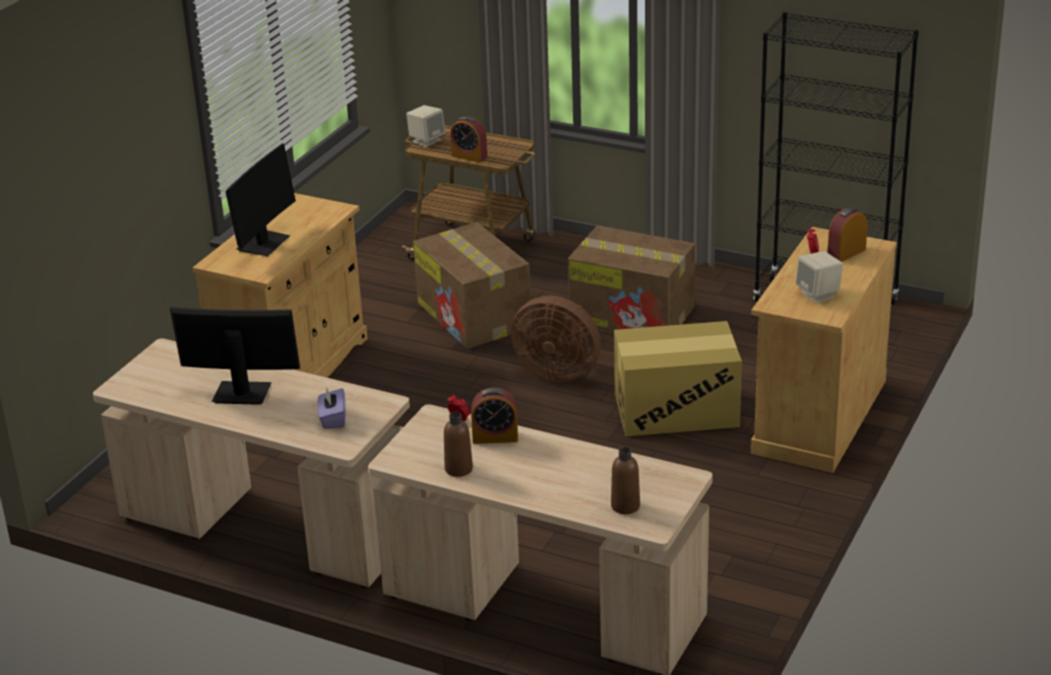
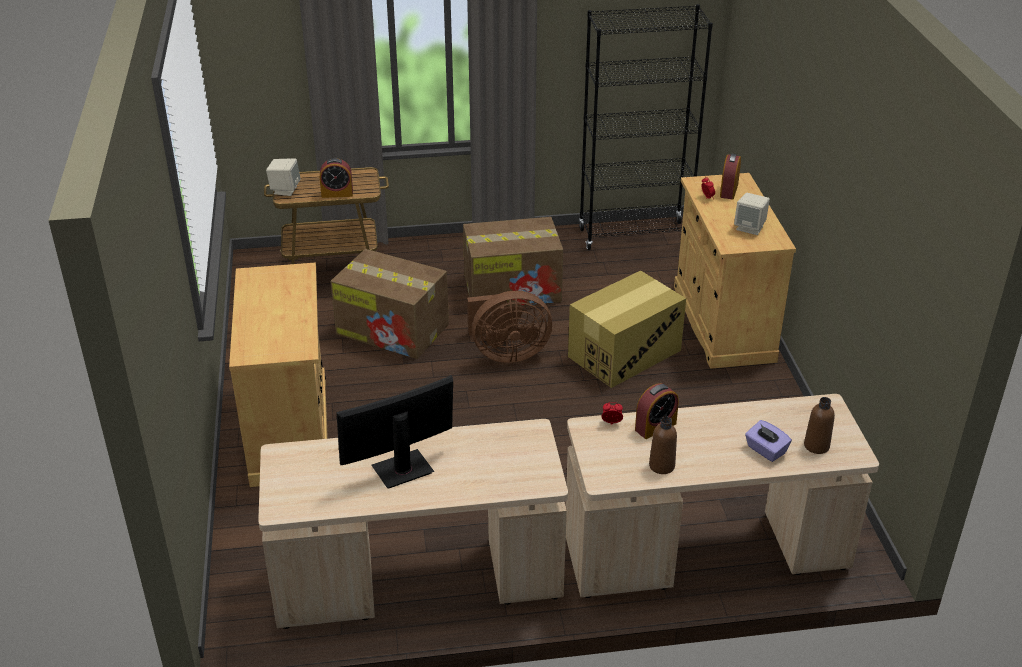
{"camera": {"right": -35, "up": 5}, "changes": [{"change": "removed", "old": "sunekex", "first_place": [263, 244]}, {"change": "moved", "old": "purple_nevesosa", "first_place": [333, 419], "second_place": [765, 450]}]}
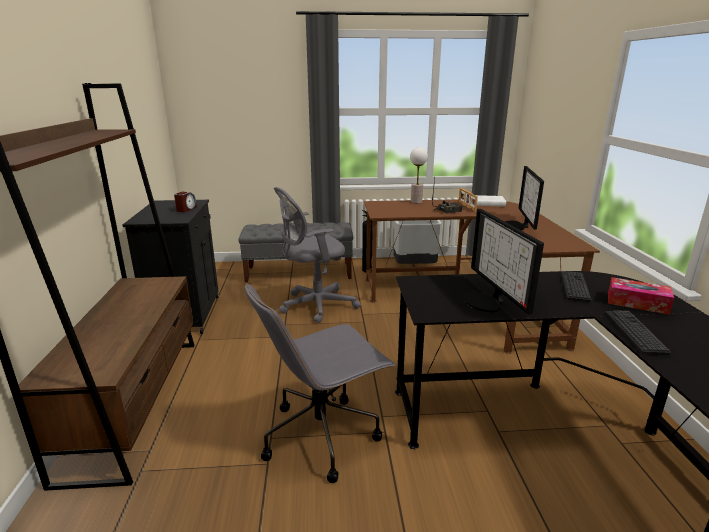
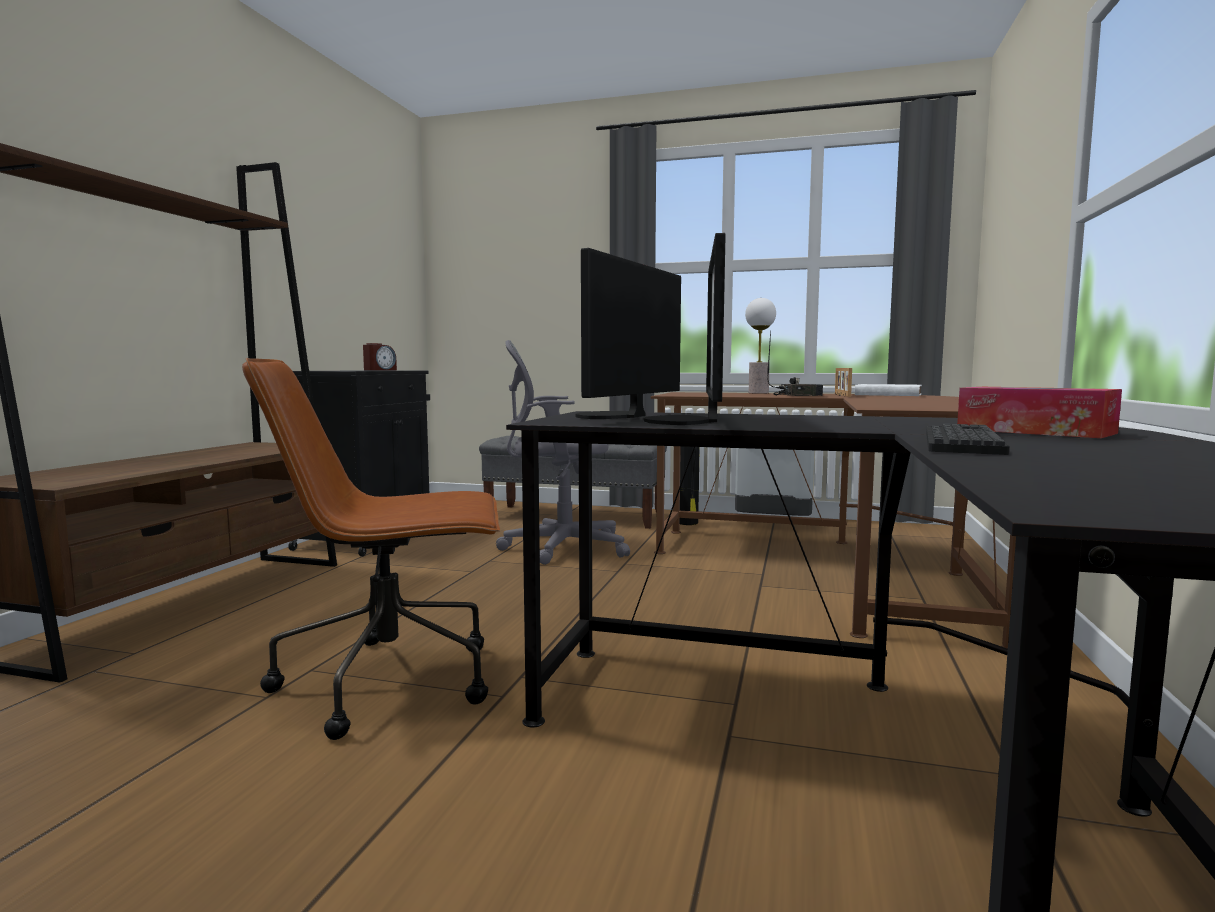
{"camera": {"right": 20, "up": -15}, "changes": [{"change": "removed", "old": "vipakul", "first_place": [575, 287]}, {"change": "moved", "old": "sunekex", "first_place": [517, 226], "second_place": [616, 416]}, {"change": "recoloured", "old": "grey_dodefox", "new": "brown_dodefox", "first_place": [322, 435], "second_place": [393, 680]}]}
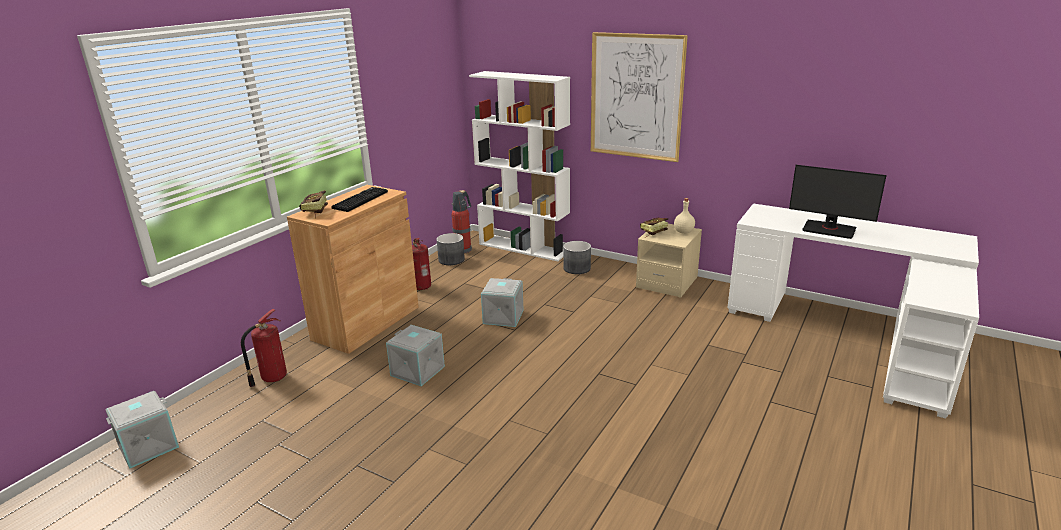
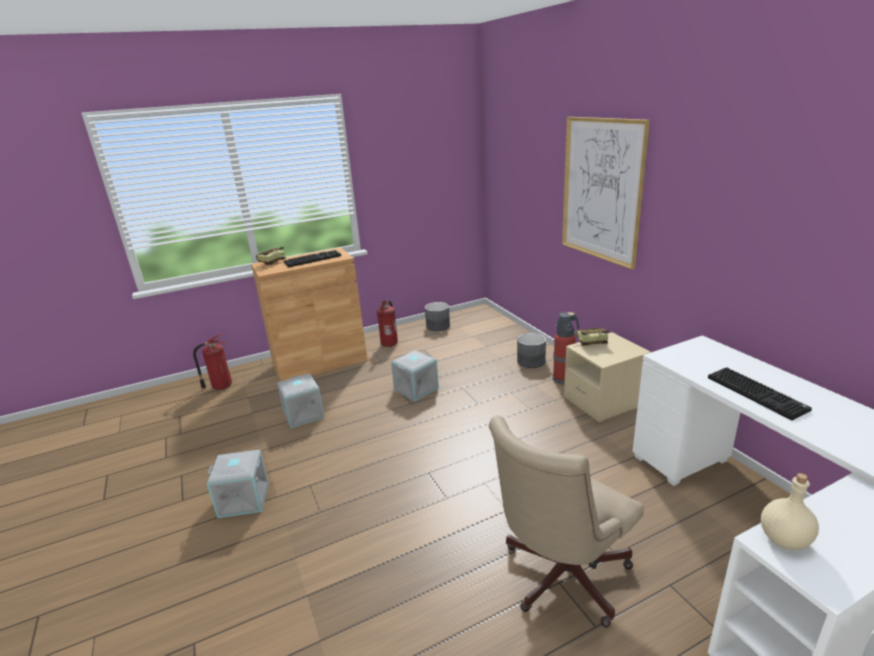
{"camera": {"right": 35, "up": 0}, "changes": [{"change": "removed", "old": "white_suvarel", "first_place": [524, 248]}, {"change": "added", "new": "beige_dodefox", "second_place": [559, 578]}, {"change": "moved", "old": "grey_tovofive", "first_place": [148, 445], "second_place": [244, 498]}, {"change": "moved", "old": "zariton", "first_place": [463, 249], "second_place": [564, 379]}, {"change": "moved", "old": "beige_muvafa", "first_place": [683, 232], "second_place": [783, 540]}, {"change": "replaced", "old": "sunekex", "new": "vipakul", "first_place": [829, 229], "second_place": [758, 393]}]}
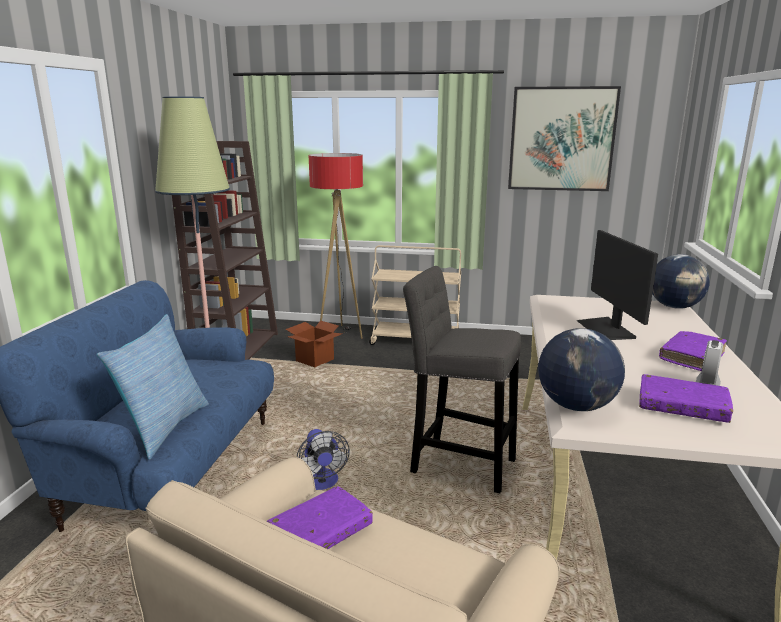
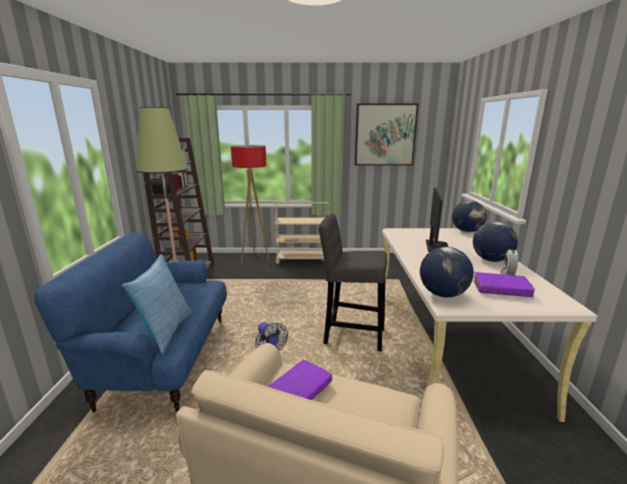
{"camera": {"right": -10, "up": 0}, "changes": [{"change": "removed", "old": "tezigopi", "first_place": [315, 360]}, {"change": "replaced", "old": "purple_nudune", "new": "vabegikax", "first_place": [691, 357], "second_place": [491, 260]}, {"change": "turned", "old": "sunekex", "first_place": [606, 329], "second_place": [436, 246], "degrees": -150}]}
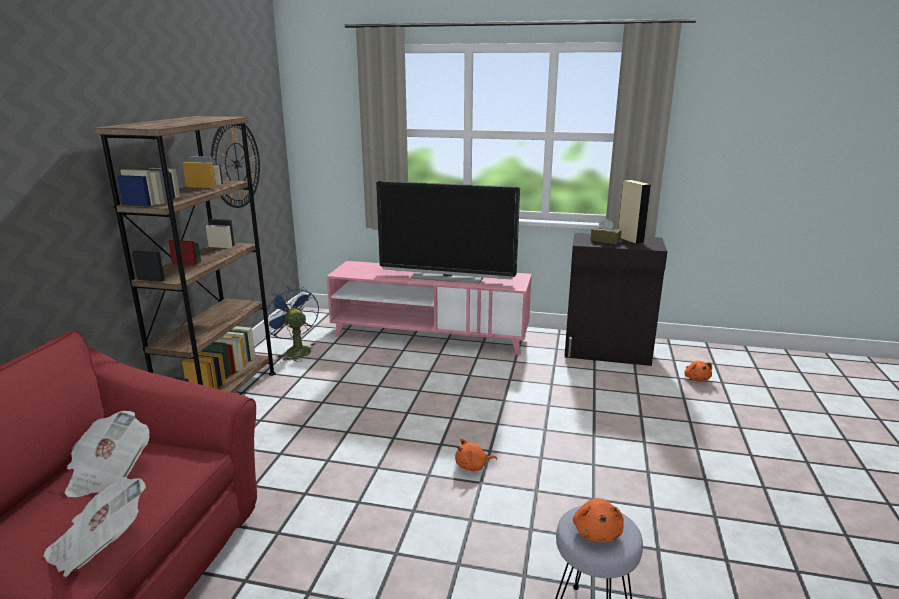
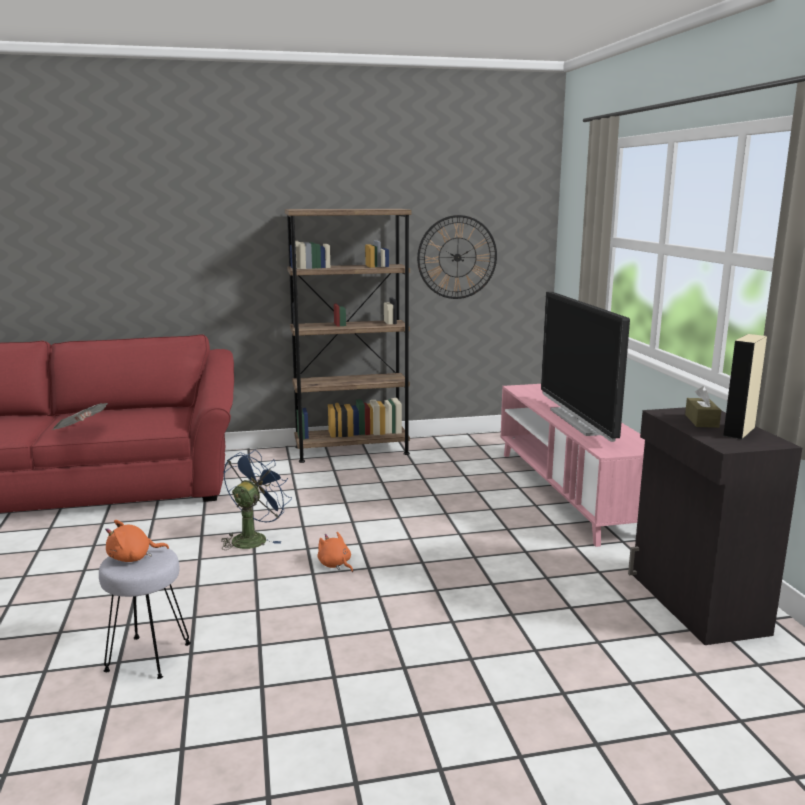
{"camera": {"right": 65, "up": -5}, "changes": [{"change": "removed", "old": "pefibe", "first_place": [108, 472]}, {"change": "removed", "old": "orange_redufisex", "first_place": [696, 379]}, {"change": "moved", "old": "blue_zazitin", "first_place": [295, 350], "second_place": [253, 538]}]}
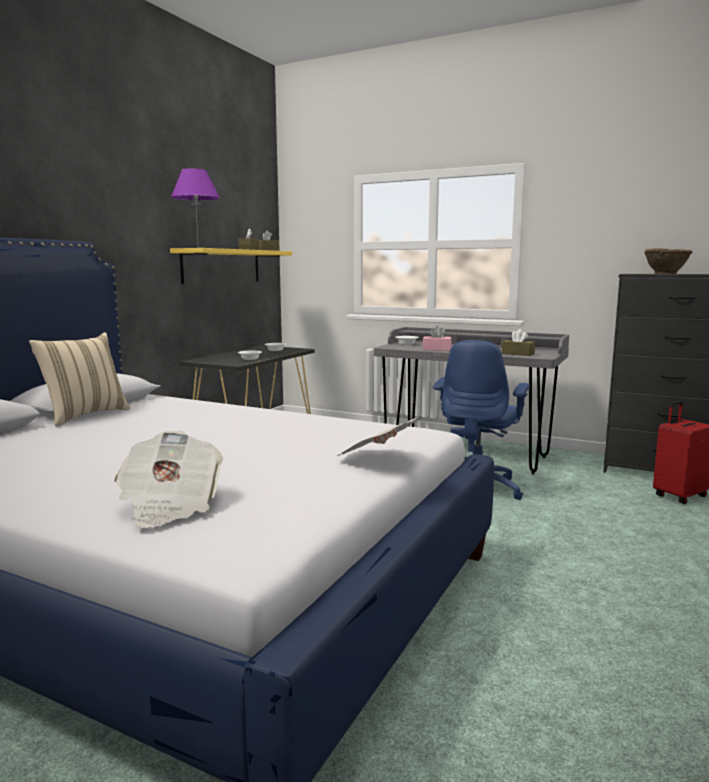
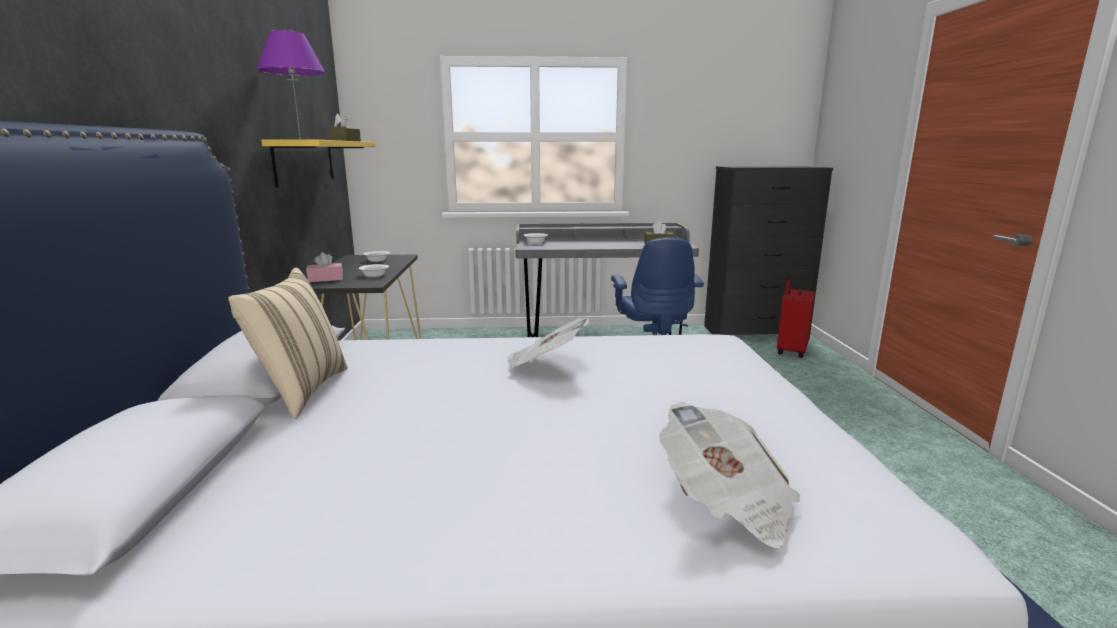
{"camera": {"right": -30, "up": 5}, "changes": [{"change": "removed", "old": "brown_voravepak", "first_place": [665, 273]}, {"change": "moved", "old": "pefibe", "first_place": [378, 459], "second_place": [544, 364]}, {"change": "moved", "old": "pink_nevesosa", "first_place": [436, 349], "second_place": [325, 279]}]}
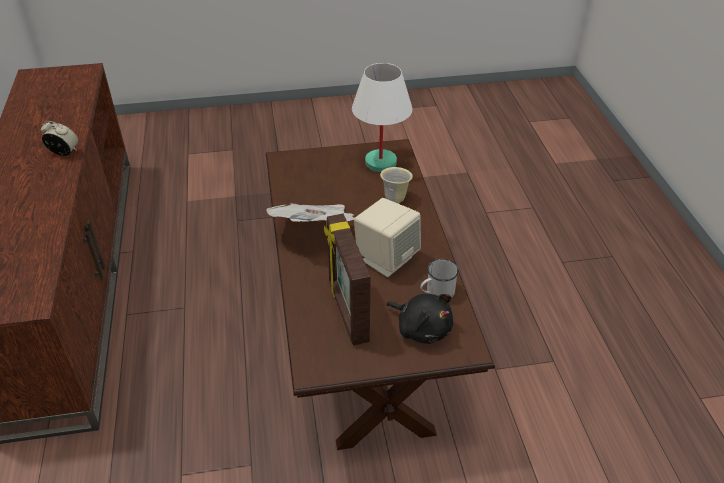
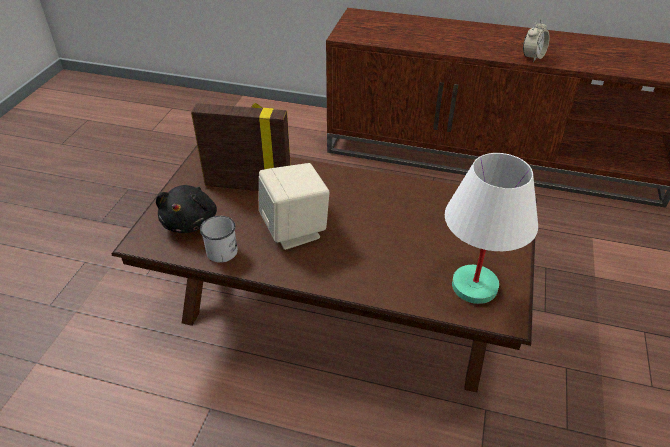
{"camera": {"right": 115, "up": 0}, "changes": [{"change": "removed", "old": "pefibe", "first_place": [316, 230]}, {"change": "removed", "old": "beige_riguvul", "first_place": [395, 198]}, {"change": "turned", "old": "black_redufisex", "first_place": [422, 328], "second_place": [191, 222], "degrees": -60}]}
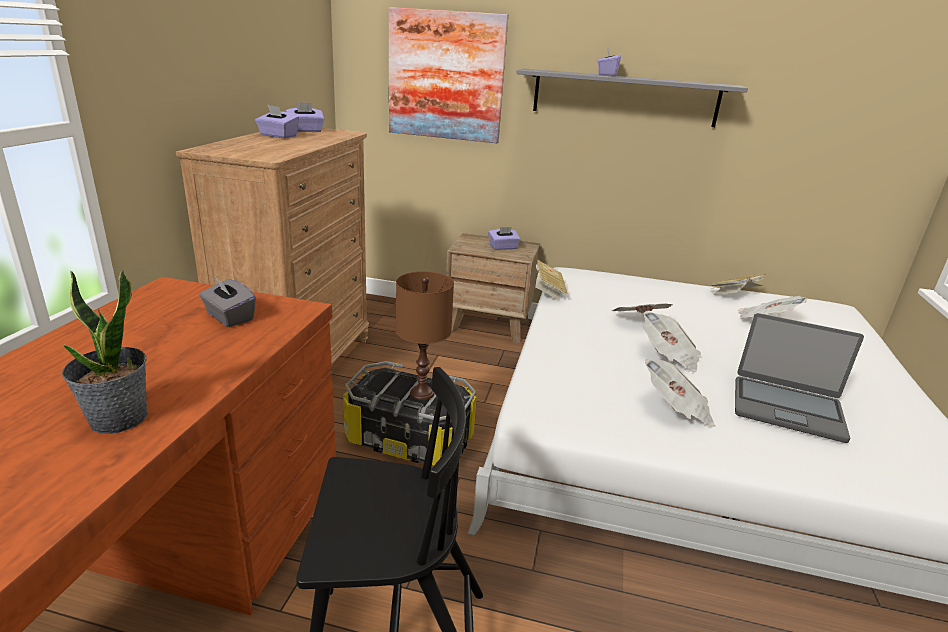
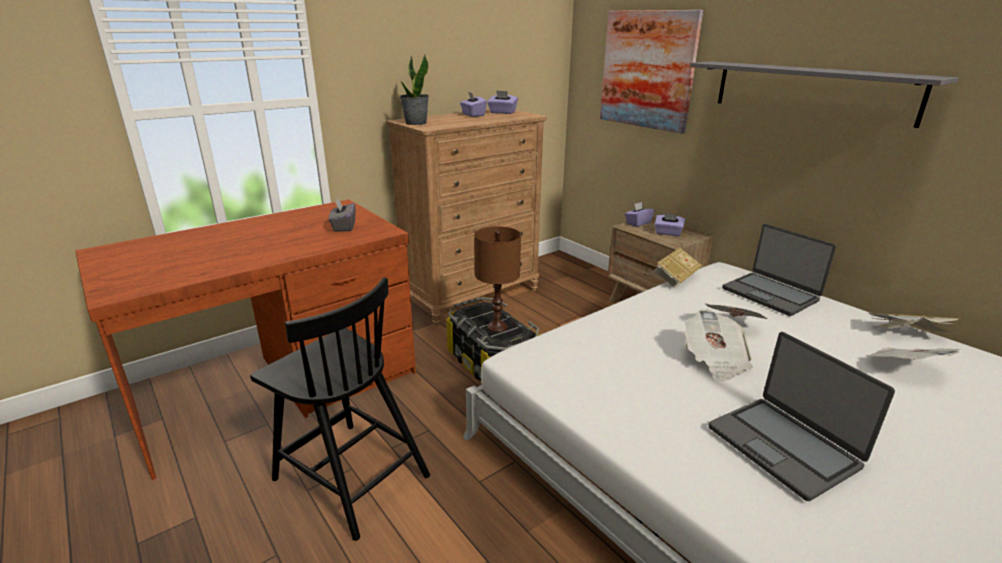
{"camera": {"right": 40, "up": 0}, "changes": [{"change": "removed", "old": "pefibe", "first_place": [676, 409]}, {"change": "added", "new": "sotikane", "second_place": [770, 294]}, {"change": "moved", "old": "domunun", "first_place": [118, 419], "second_place": [415, 123]}, {"change": "moved", "old": "purple_nevesosa", "first_place": [607, 75], "second_place": [638, 223]}]}
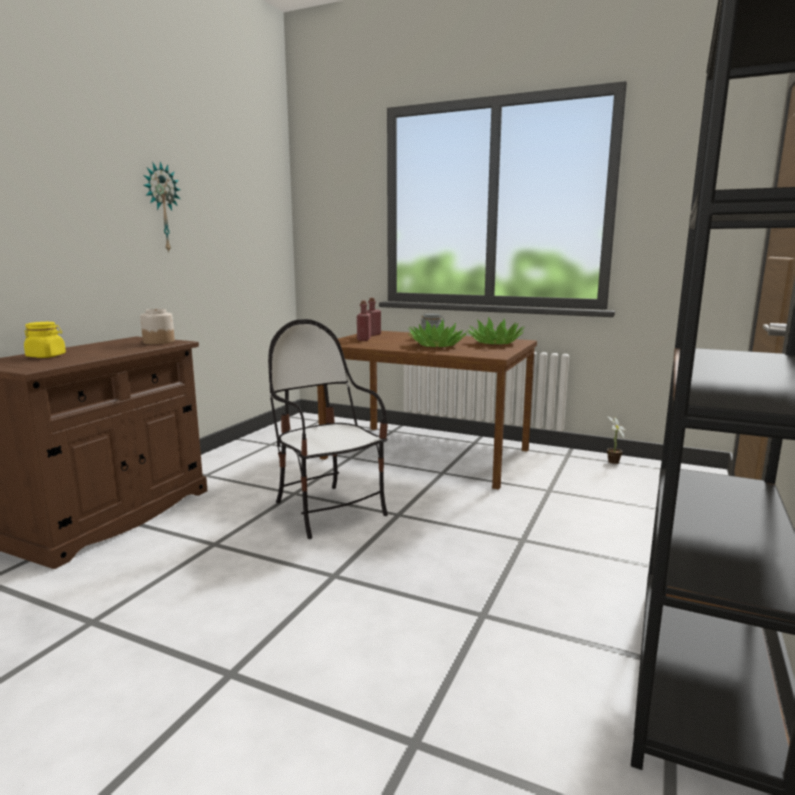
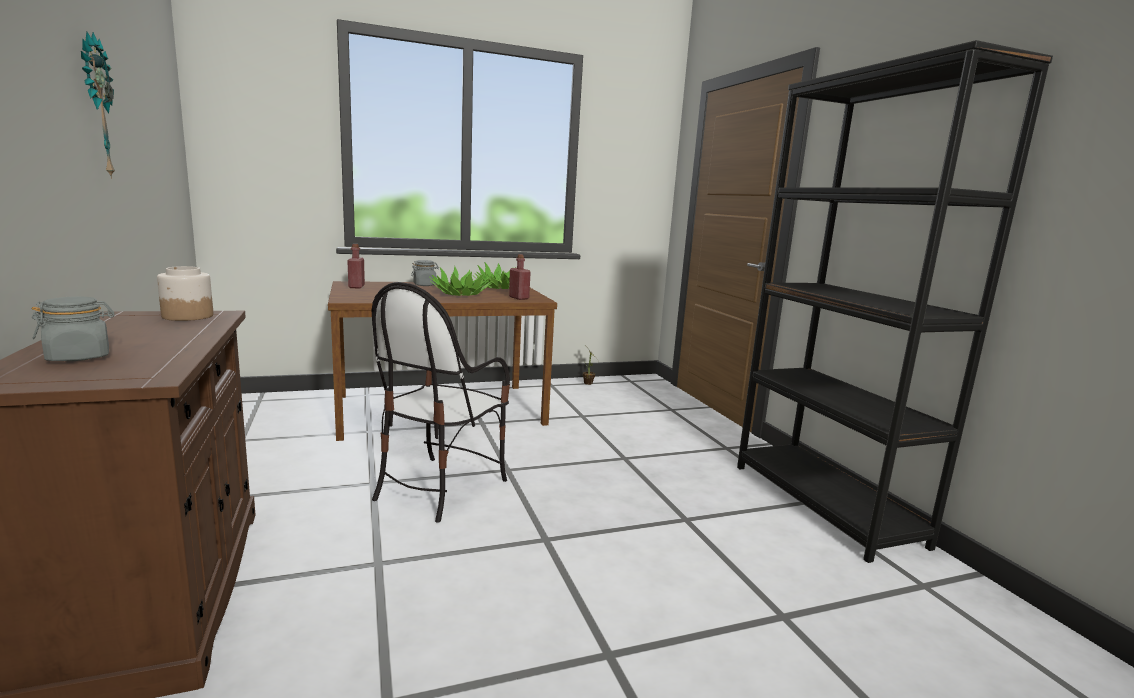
{"camera": {"right": -45, "up": 0}, "changes": [{"change": "moved", "old": "red_muvafa", "first_place": [364, 339], "second_place": [519, 298]}, {"change": "recoloured", "old": "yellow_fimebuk", "new": "grey_fimebuk", "first_place": [46, 356], "second_place": [79, 357]}, {"change": "turned", "old": "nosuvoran", "first_place": [328, 510], "second_place": [439, 487], "degrees": -75}]}
